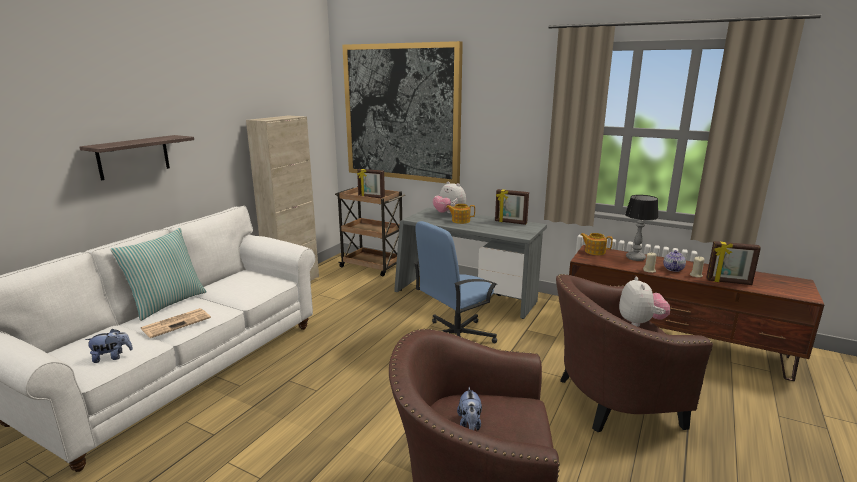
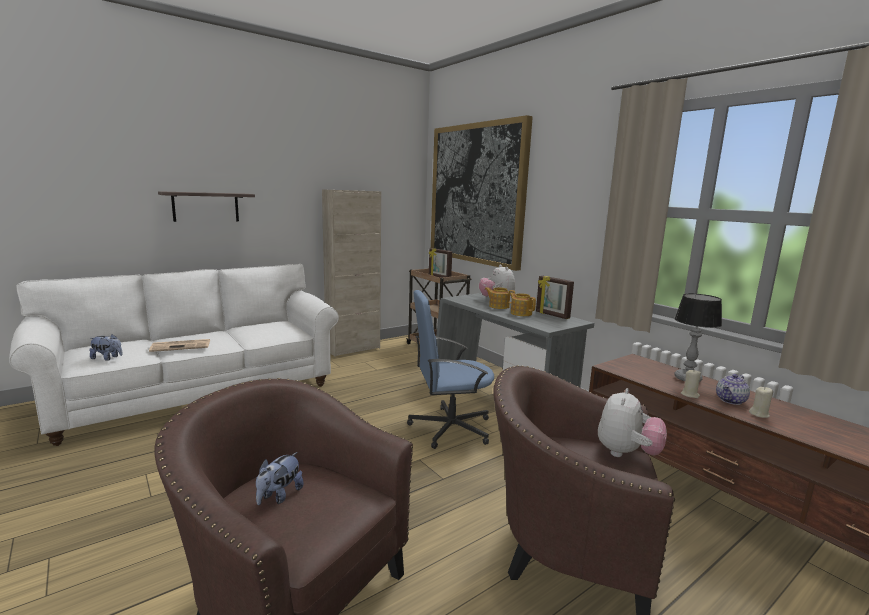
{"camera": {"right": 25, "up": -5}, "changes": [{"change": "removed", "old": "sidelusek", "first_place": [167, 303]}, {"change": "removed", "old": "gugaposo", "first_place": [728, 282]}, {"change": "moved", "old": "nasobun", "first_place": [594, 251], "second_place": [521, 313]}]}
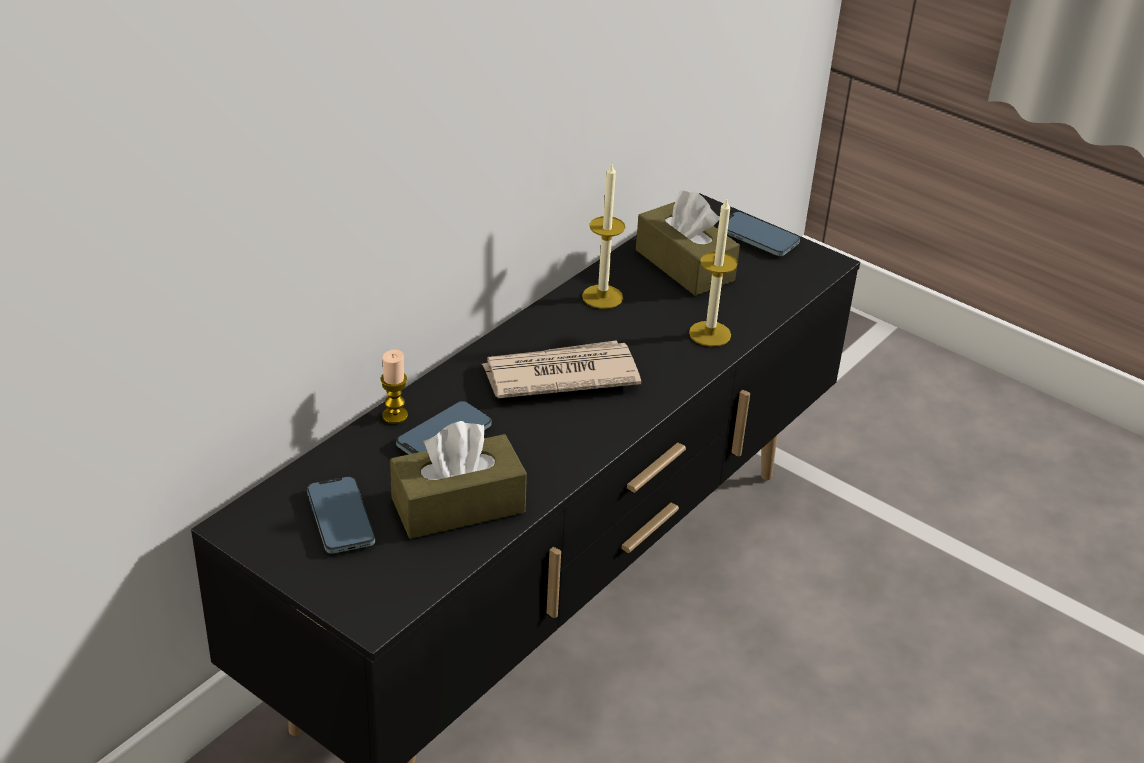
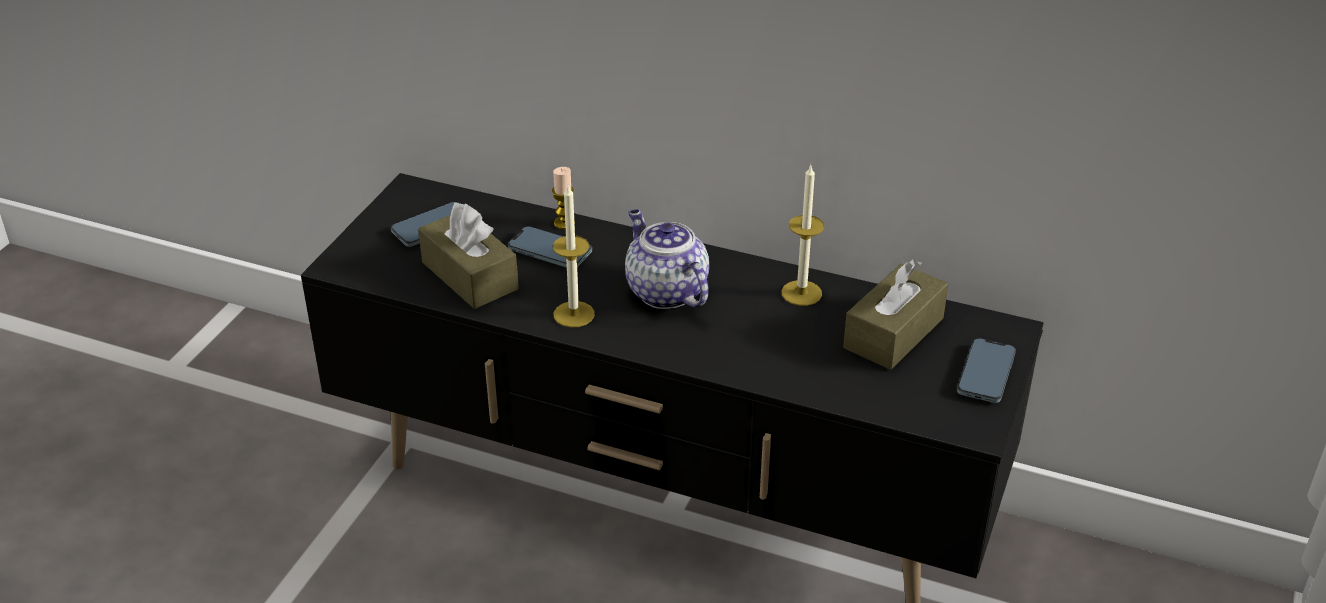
{"camera": {"right": 75, "up": 0}, "changes": [{"change": "moved", "old": "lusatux", "first_place": [710, 334], "second_place": [574, 314]}, {"change": "replaced", "old": "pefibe", "new": "nasobun", "first_place": [559, 375], "second_place": [664, 291]}]}
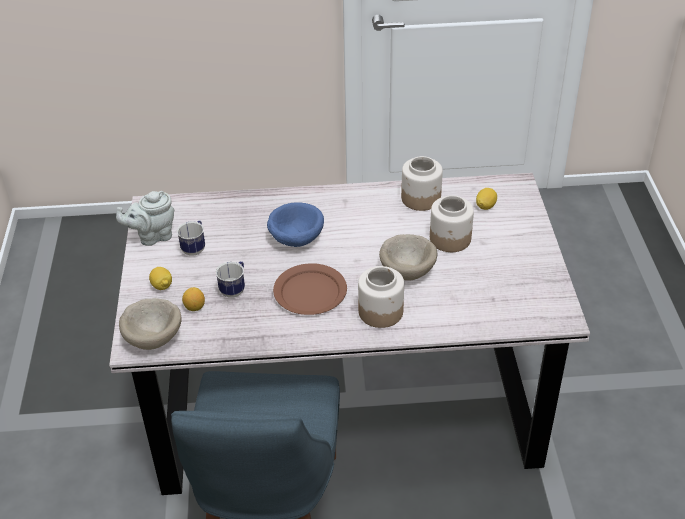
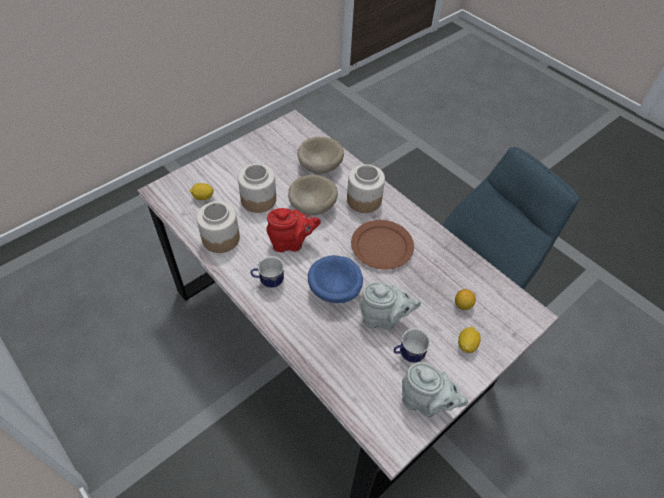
{"camera": {"right": -130, "up": 10}, "changes": [{"change": "added", "new": "red_nasobun", "second_place": [291, 243]}, {"change": "added", "new": "grey_nasobun", "second_place": [383, 318]}, {"change": "moved", "old": "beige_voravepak", "first_place": [154, 337], "second_place": [319, 166]}, {"change": "moved", "old": "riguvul", "first_place": [234, 289], "second_place": [268, 282]}]}
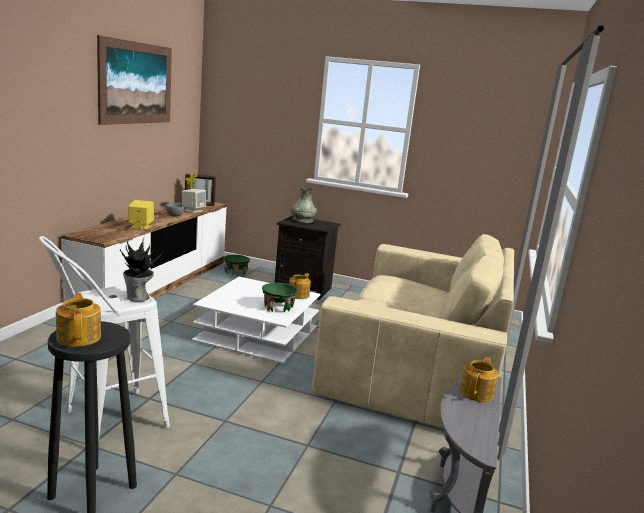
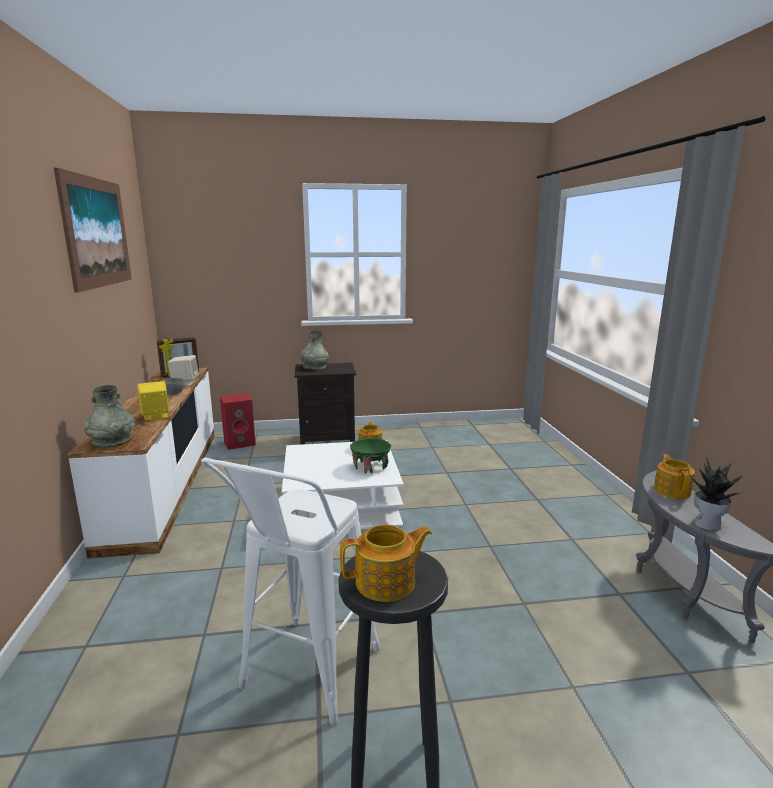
{"camera": {"right": -25, "up": 0}, "changes": [{"change": "removed", "old": "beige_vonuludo", "first_place": [417, 364]}, {"change": "added", "new": "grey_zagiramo", "second_place": [112, 440]}, {"change": "moved", "old": "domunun", "first_place": [138, 298], "second_place": [708, 524]}, {"change": "replaced", "old": "green_voravepak", "new": "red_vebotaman", "first_place": [235, 272], "second_place": [240, 443]}, {"change": "turned", "old": "nasobun", "first_place": [79, 337], "second_place": [387, 582], "degrees": 120}]}
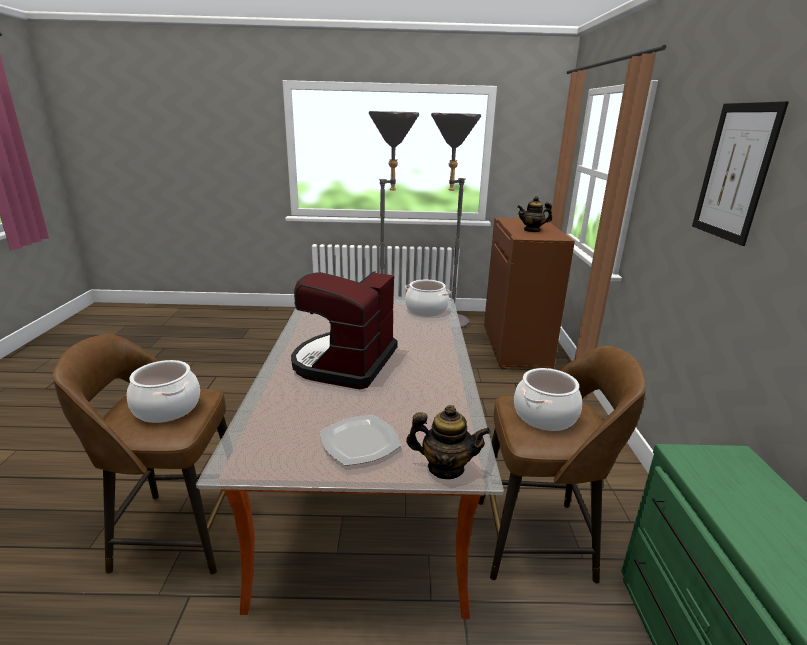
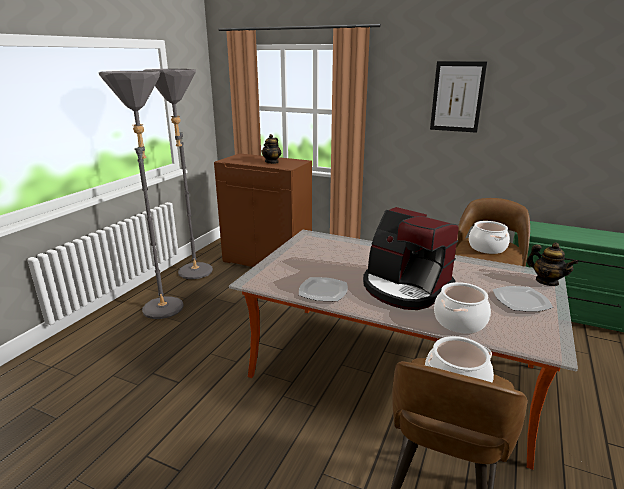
{"camera": {"right": -65, "up": 0}, "changes": [{"change": "added", "new": "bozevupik", "second_place": [323, 291]}, {"change": "moved", "old": "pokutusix", "first_place": [426, 310], "second_place": [460, 321]}, {"change": "turned", "old": "nasobun", "first_place": [445, 468], "second_place": [546, 281], "degrees": 105}]}
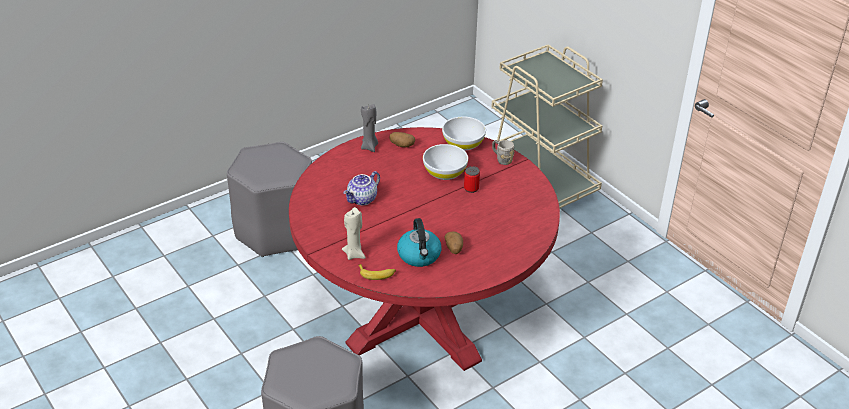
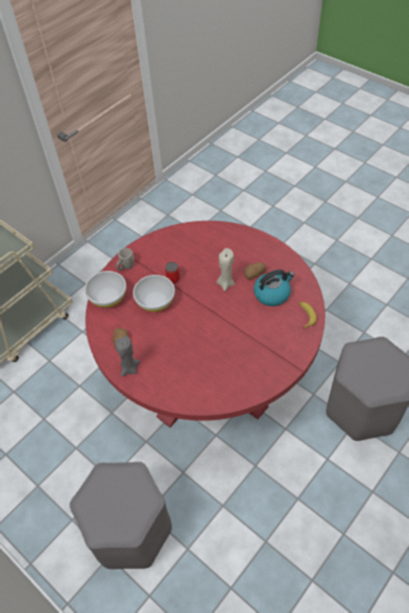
{"camera": {"right": -100, "up": 15}, "changes": [{"change": "removed", "old": "nasobun", "first_place": [362, 199]}, {"change": "moved", "old": "beige_lusatux", "first_place": [354, 254], "second_place": [225, 283]}]}
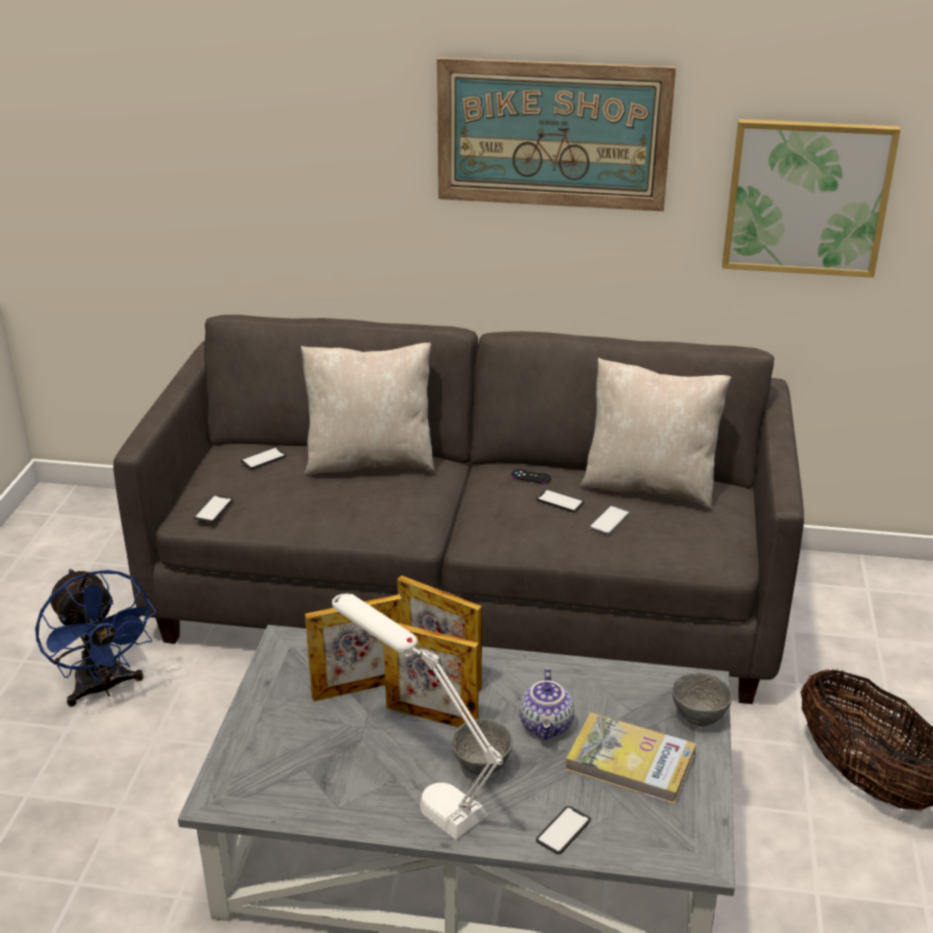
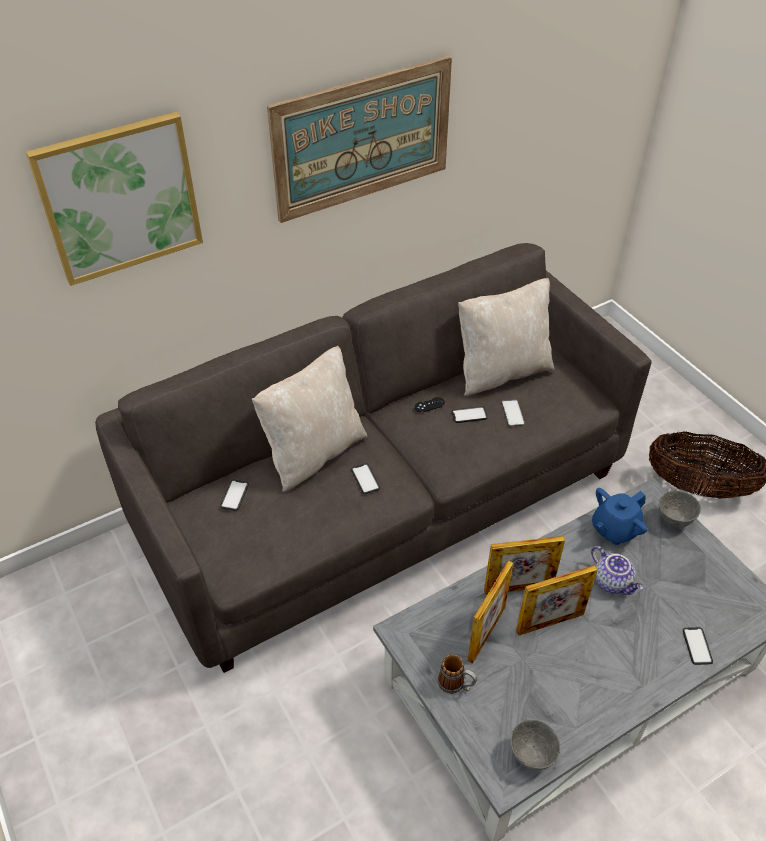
{"camera": {"right": -40, "up": 15}, "changes": [{"change": "removed", "old": "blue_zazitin", "first_place": [104, 688]}, {"change": "removed", "old": "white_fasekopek", "first_place": [419, 789]}, {"change": "removed", "old": "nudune", "first_place": [630, 762]}, {"change": "added", "new": "riguvul", "second_place": [456, 685]}, {"change": "added", "new": "blue_nasobun", "second_place": [614, 529]}, {"change": "moved", "old": "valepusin", "first_place": [213, 509], "second_place": [365, 479]}, {"change": "moved", "old": "grey_voravepak", "first_place": [483, 767], "second_place": [532, 754]}, {"change": "moved", "old": "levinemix", "first_place": [807, 197], "second_place": [120, 198]}]}
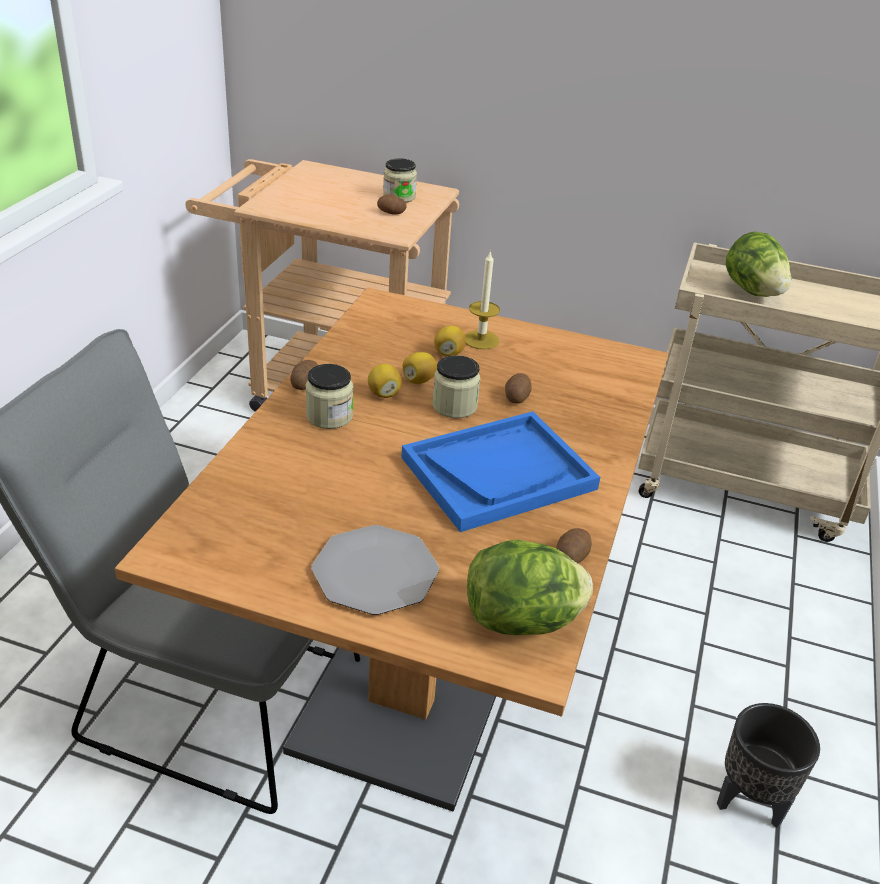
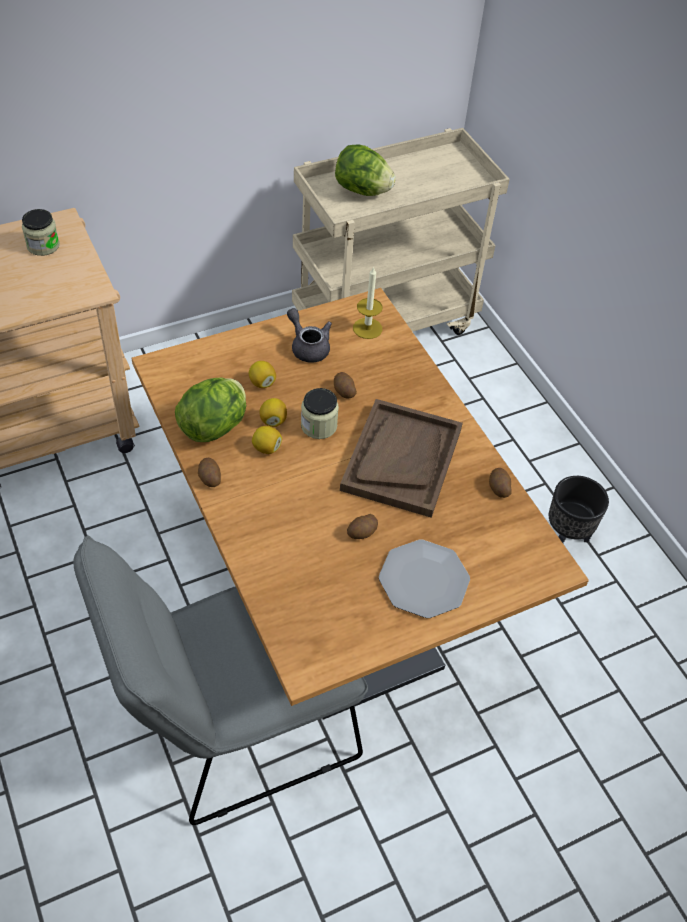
{"camera": {"right": -45, "up": 15}, "changes": [{"change": "removed", "old": "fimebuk", "first_place": [329, 416]}, {"change": "added", "new": "grey_nasobun", "second_place": [308, 346]}, {"change": "moved", "old": "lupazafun", "first_place": [391, 213], "second_place": [362, 533]}, {"change": "moved", "old": "lusatux", "first_place": [481, 340], "second_place": [367, 328]}, {"change": "moved", "old": "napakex", "first_place": [523, 621], "second_place": [215, 426]}, {"change": "recoloured", "old": "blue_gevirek", "new": "brown_gevirek", "first_place": [498, 473], "second_place": [401, 459]}]}
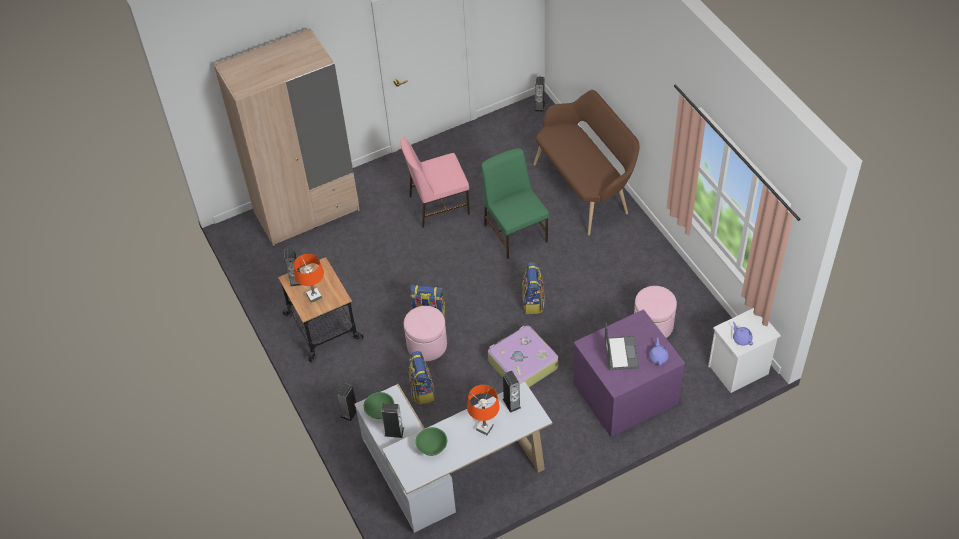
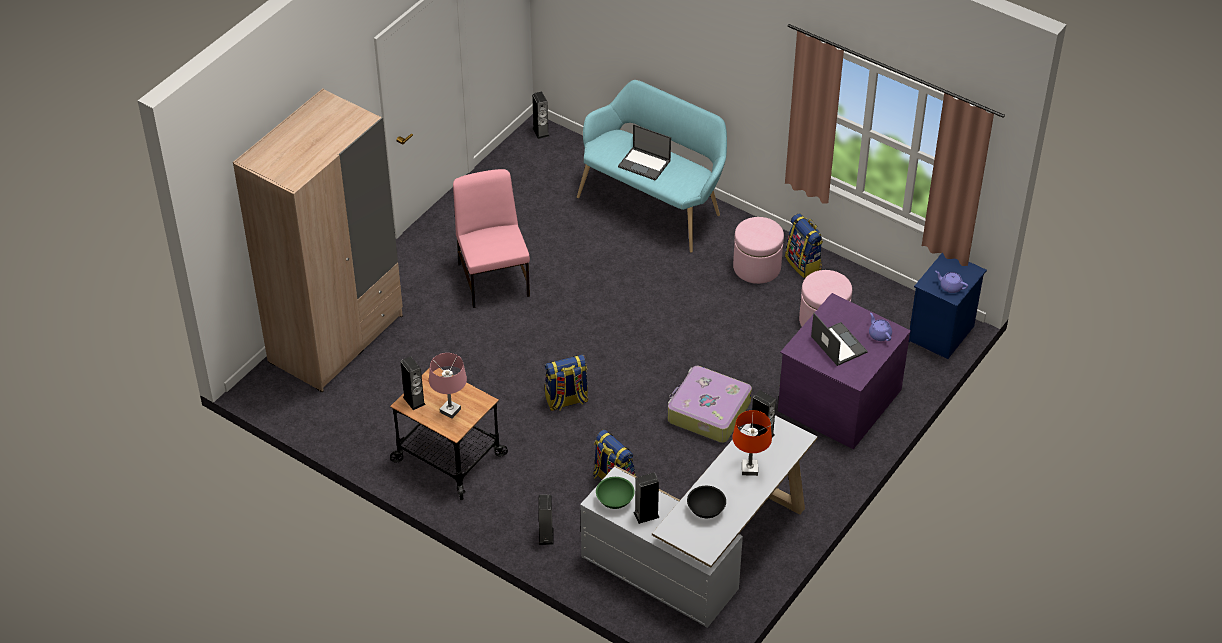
{"camera": {"right": -30, "up": -5}, "changes": [{"change": "removed", "old": "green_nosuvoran", "first_place": [515, 232]}, {"change": "added", "new": "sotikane", "second_place": [645, 164]}, {"change": "moved", "old": "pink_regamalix", "first_place": [427, 345], "second_place": [757, 267]}, {"change": "moved", "old": "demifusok", "first_place": [533, 302], "second_place": [803, 264]}, {"change": "recoloured", "old": "orange_fasekopek", "new": "pink_fasekopek", "first_place": [314, 296], "second_place": [450, 411]}, {"change": "recoloured", "old": "green_voravepak", "new": "black_voravepak", "first_place": [432, 447], "second_place": [706, 510]}, {"change": "recoloured", "old": "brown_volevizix", "new": "turquoise_volevizix", "first_place": [585, 188], "second_place": [654, 204]}, {"change": "recoloured", "old": "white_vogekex", "new": "blue_vogekex", "first_place": [738, 371], "second_place": [941, 334]}, {"change": "turned", "old": "pink_nosuvoran", "first_place": [437, 205], "second_place": [494, 278], "degrees": 120}]}
